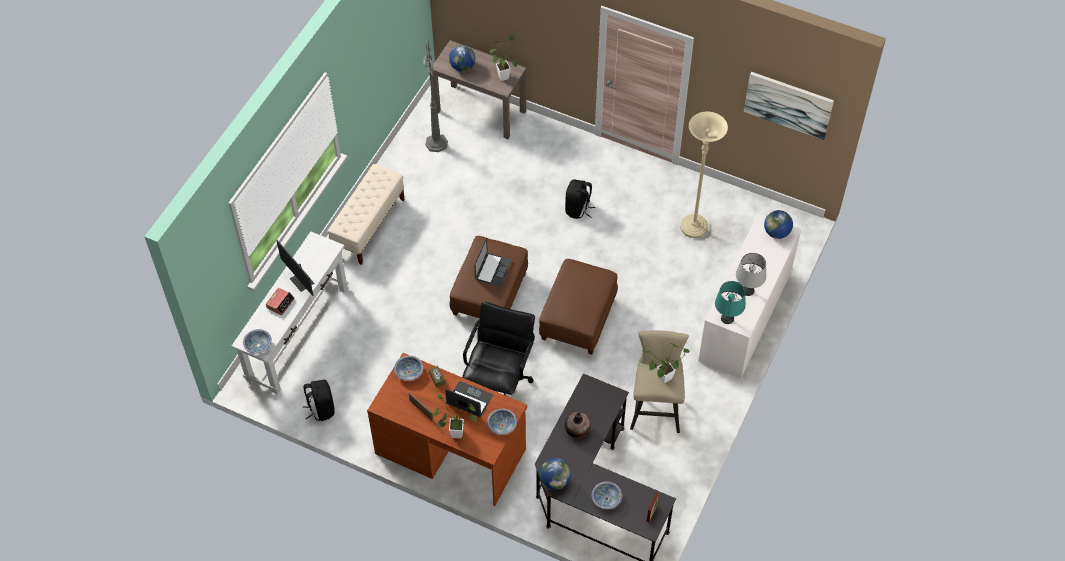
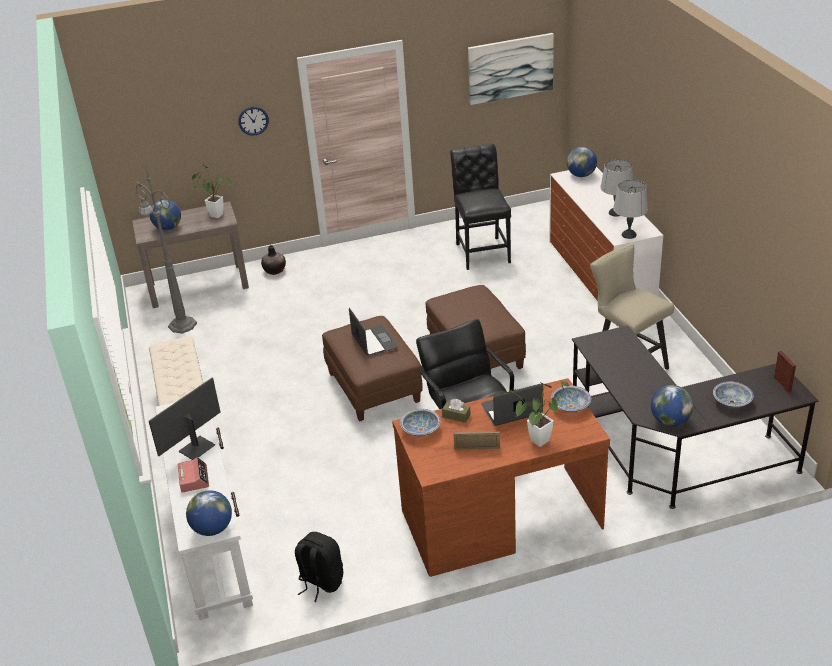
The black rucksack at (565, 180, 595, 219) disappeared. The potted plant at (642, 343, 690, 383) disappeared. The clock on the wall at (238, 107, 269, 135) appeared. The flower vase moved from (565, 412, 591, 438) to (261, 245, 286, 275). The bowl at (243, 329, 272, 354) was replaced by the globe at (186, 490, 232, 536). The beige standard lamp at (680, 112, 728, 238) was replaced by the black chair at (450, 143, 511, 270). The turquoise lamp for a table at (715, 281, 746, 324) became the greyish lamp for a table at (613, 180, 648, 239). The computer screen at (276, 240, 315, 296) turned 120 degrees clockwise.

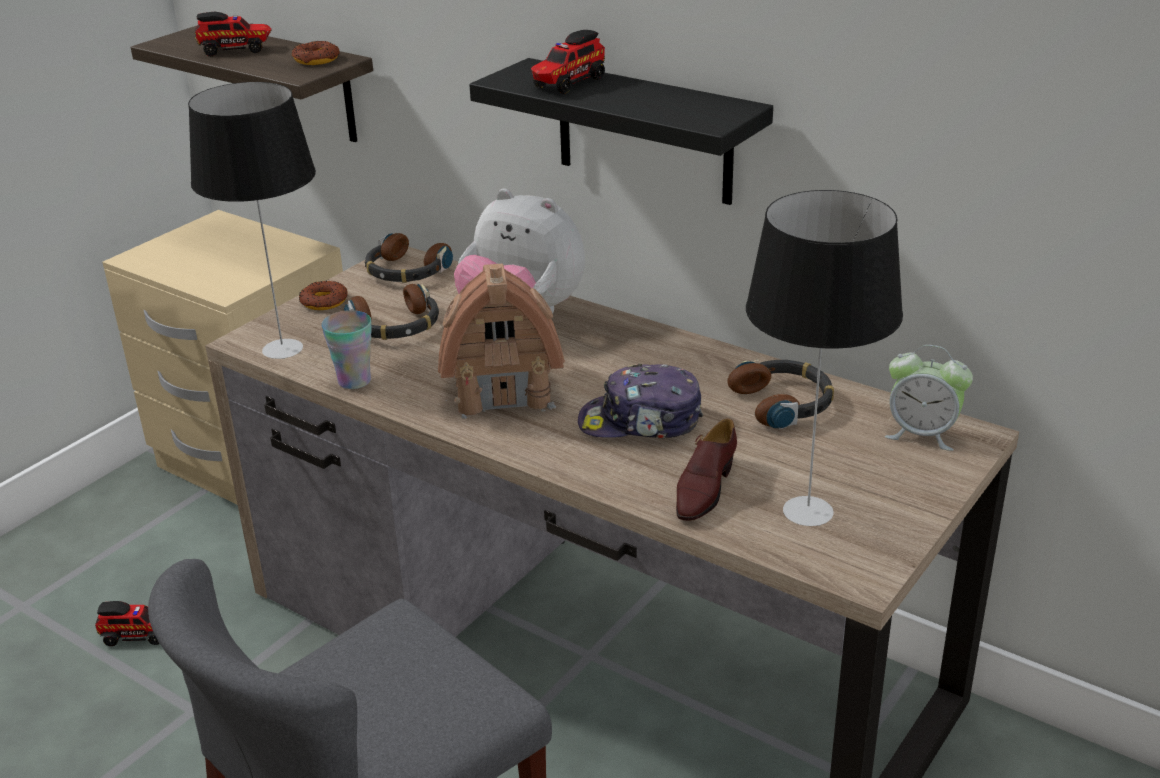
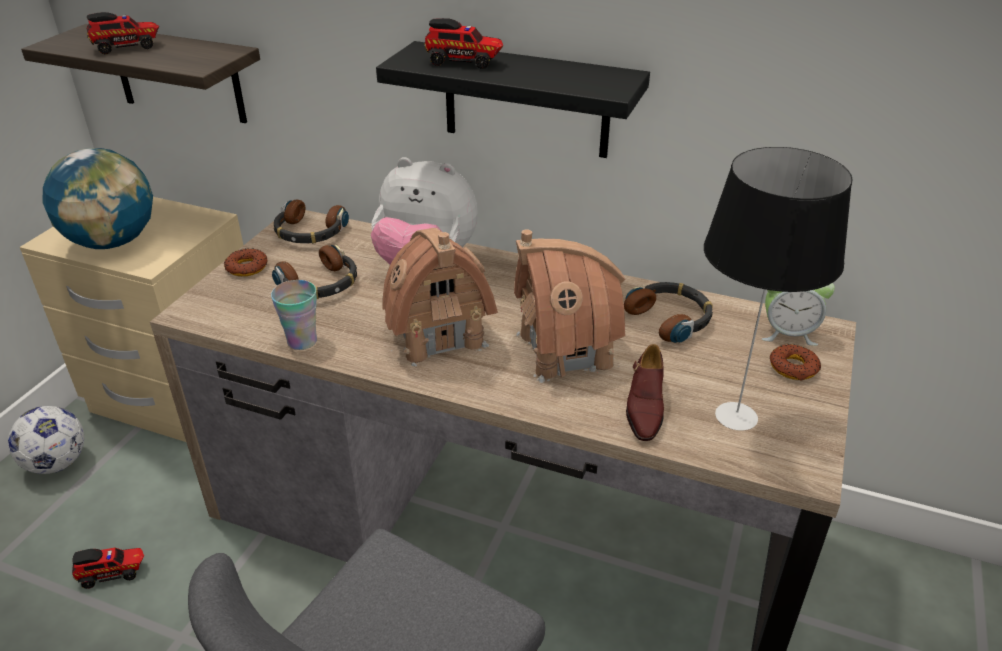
The lamp for a table at (188, 82, 316, 359) disappeared. The football ball at (8, 406, 84, 474) appeared. The globe at (42, 148, 153, 249) appeared. The donut moved from (292, 41, 340, 65) to (770, 344, 821, 380). The baseball cap at (578, 364, 703, 438) was replaced by the miniature house at (514, 229, 626, 383). The toy lorry at (531, 30, 605, 94) turned 105 degrees counterclockwise.

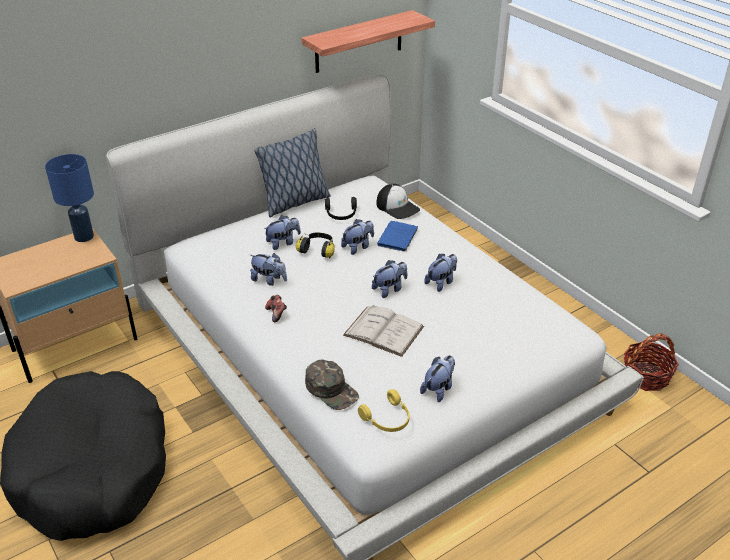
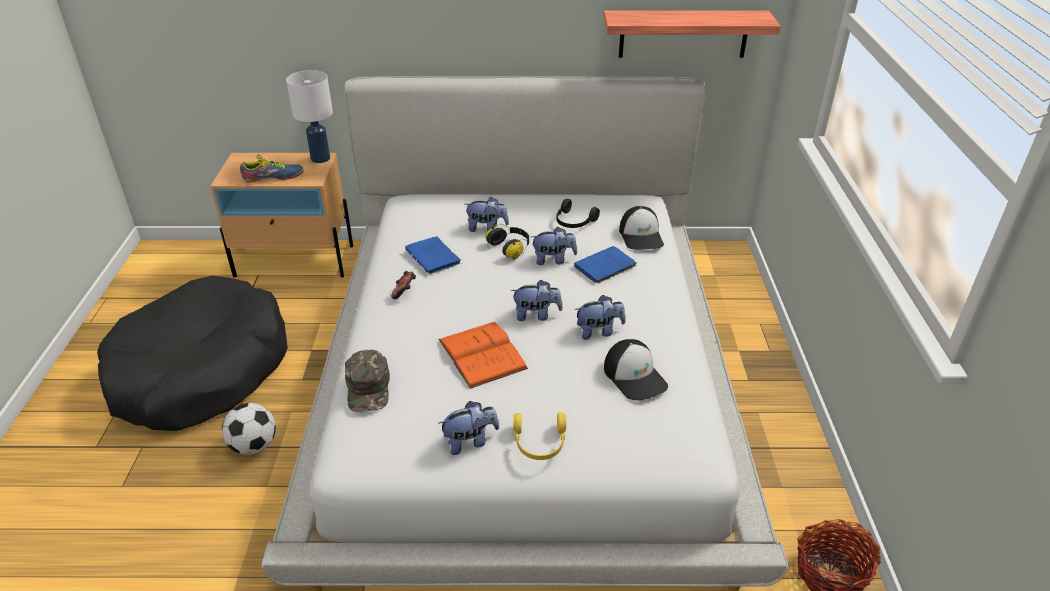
The throw pillow at (254, 128, 331, 217) disappeared. The football ball at (222, 403, 276, 455) appeared. The item of footwear at (240, 155, 304, 182) appeared. The baseball cap at (604, 339, 668, 400) appeared. The yellowish headset moved from (358, 389, 409, 432) to (513, 413, 566, 460). The soft toy at (250, 253, 287, 286) was replaced by the blue book at (405, 236, 461, 274). The blue lamp for a table at (45, 154, 94, 242) became the whitish lamp for a table at (286, 70, 333, 163). The whitish book at (343, 305, 424, 357) became the orange-coloured book at (439, 322, 528, 389).

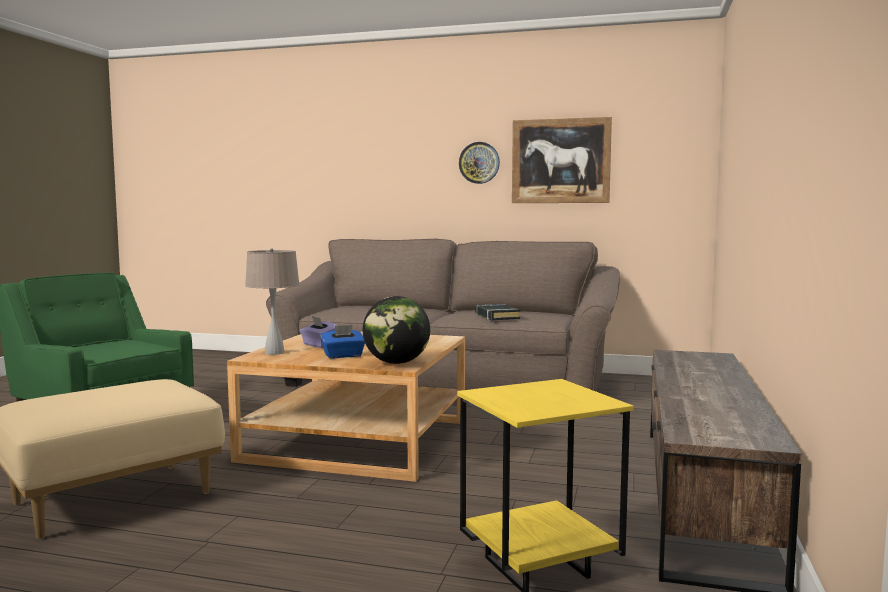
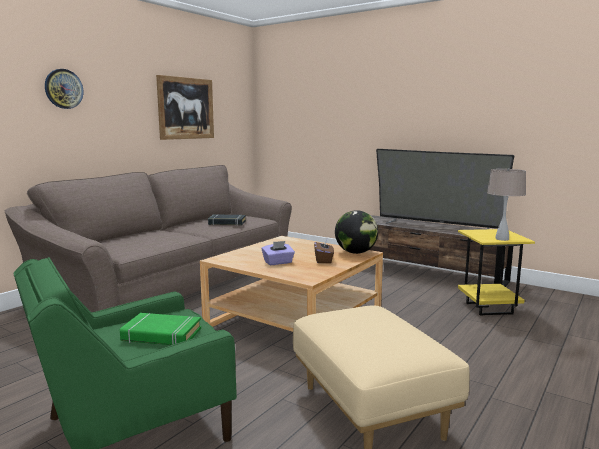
The green-coloured book at (120, 313, 201, 345) appeared. The TV at (376, 149, 514, 229) appeared. The beige lamp for a table moved from (245, 248, 300, 355) to (487, 168, 526, 241). The clock on the wall moved from (459, 142, 500, 184) to (45, 69, 83, 109). The blue box of tissues at (320, 325, 365, 358) became the brownish box of tissues at (314, 239, 334, 263).

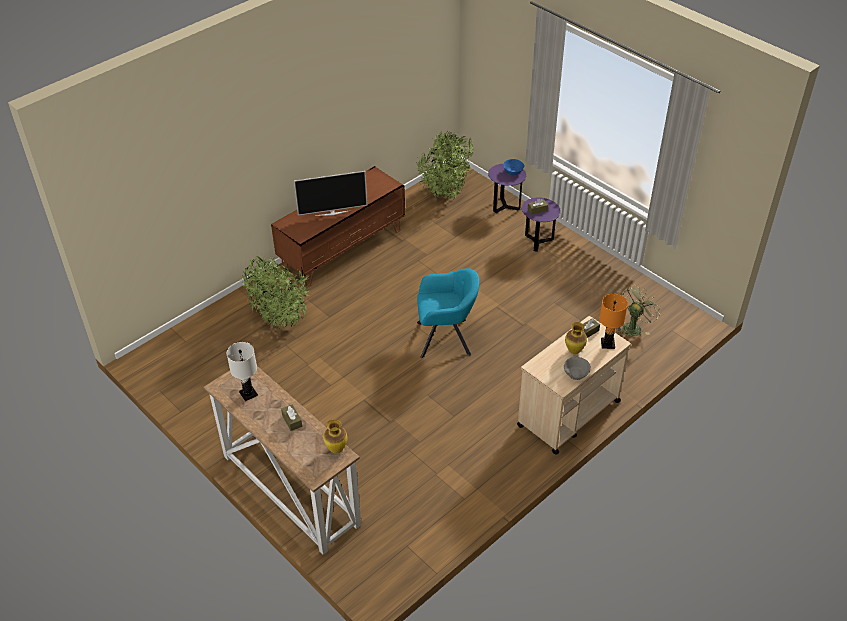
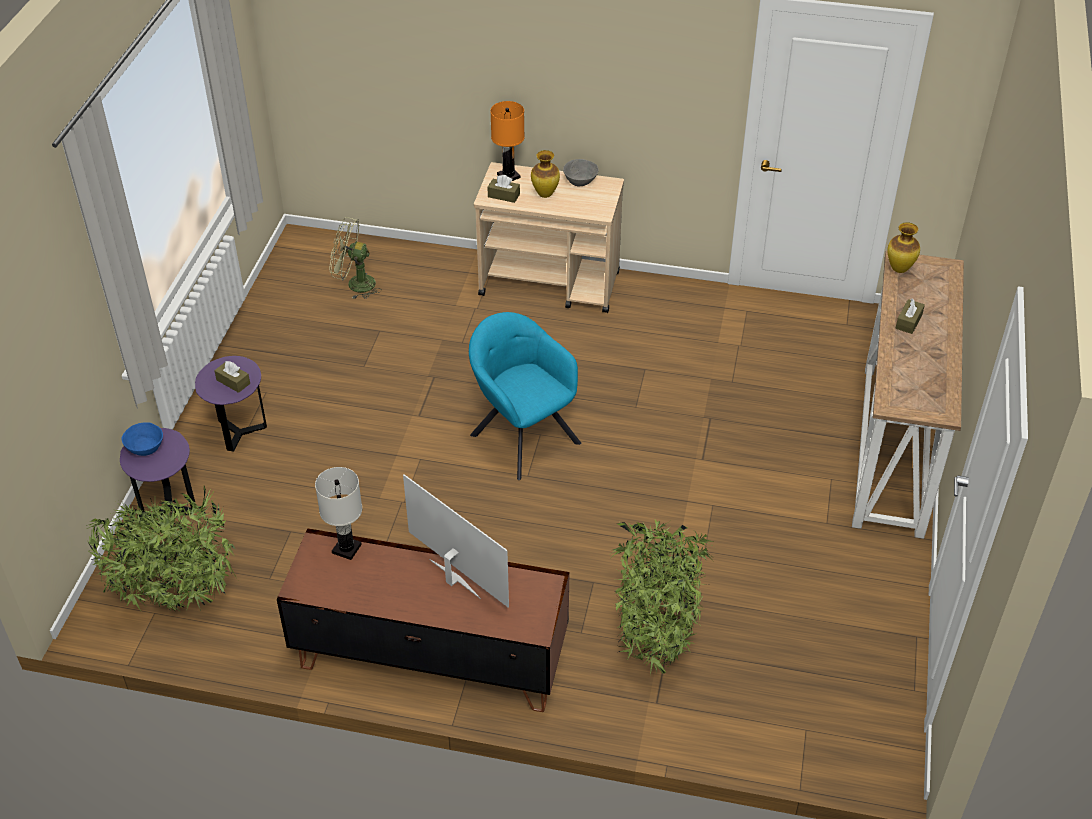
The whitish lamp for a table moved from (227, 342, 258, 401) to (315, 467, 362, 560).

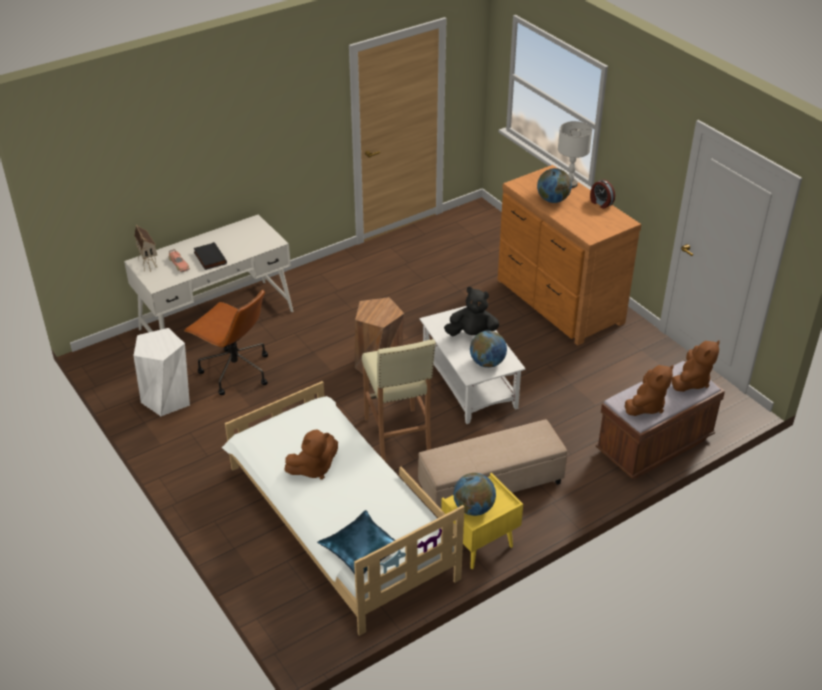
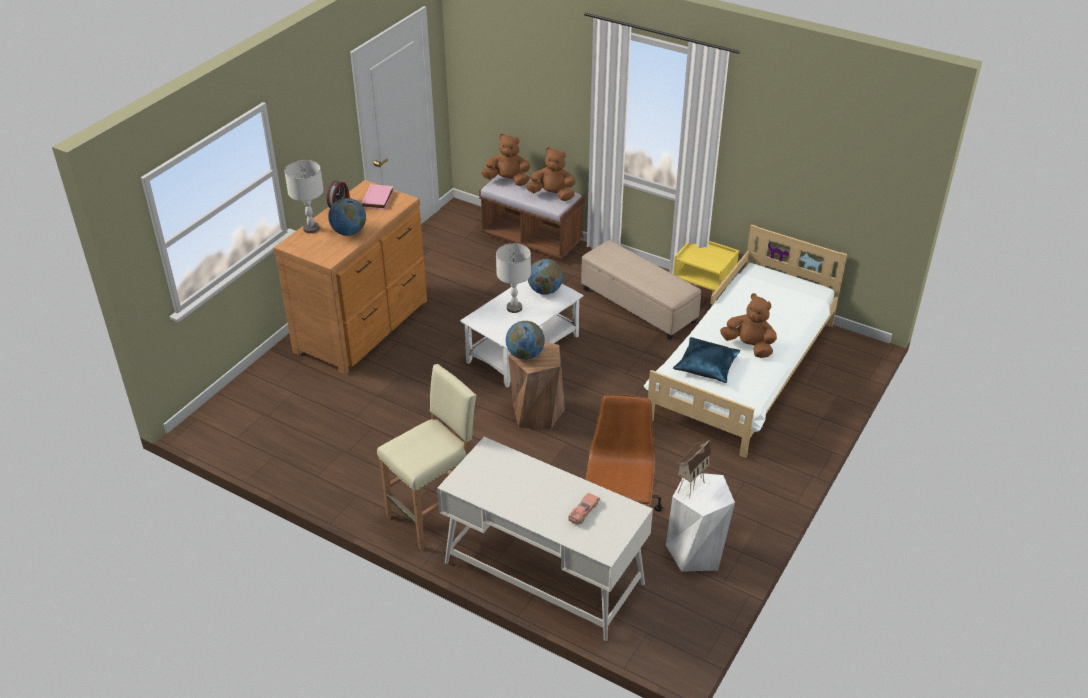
The black book at (193, 242, 227, 270) disappeared. The pink book at (361, 184, 394, 209) appeared. The miniature house moved from (134, 225, 157, 272) to (678, 440, 712, 499). The blue throw pillow moved from (317, 510, 402, 574) to (673, 337, 740, 383). The beige stool seat moved from (362, 339, 435, 462) to (377, 364, 476, 550). The globe moved from (453, 473, 496, 516) to (506, 321, 545, 360). The black soft toy at (444, 287, 499, 336) was replaced by the greyish lamp for a table at (496, 243, 531, 313).

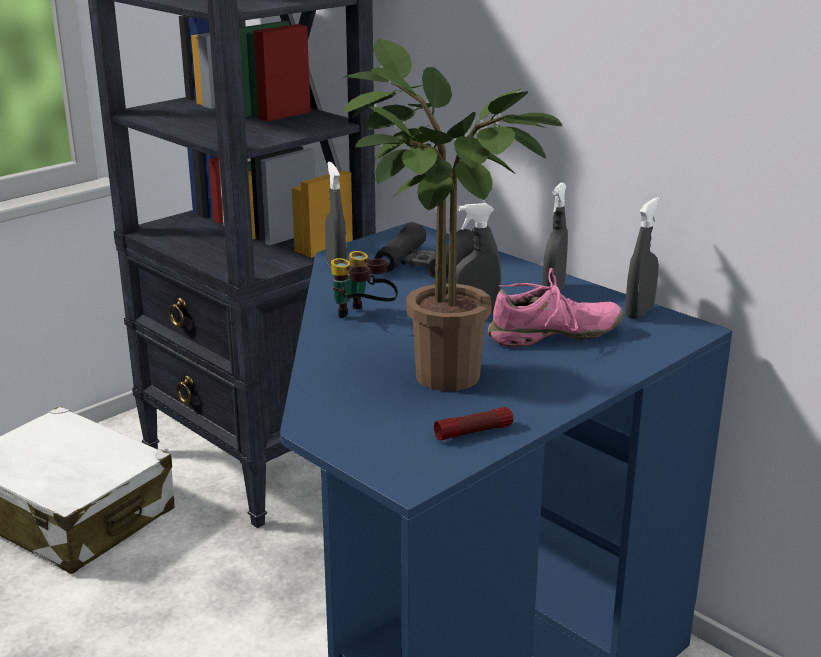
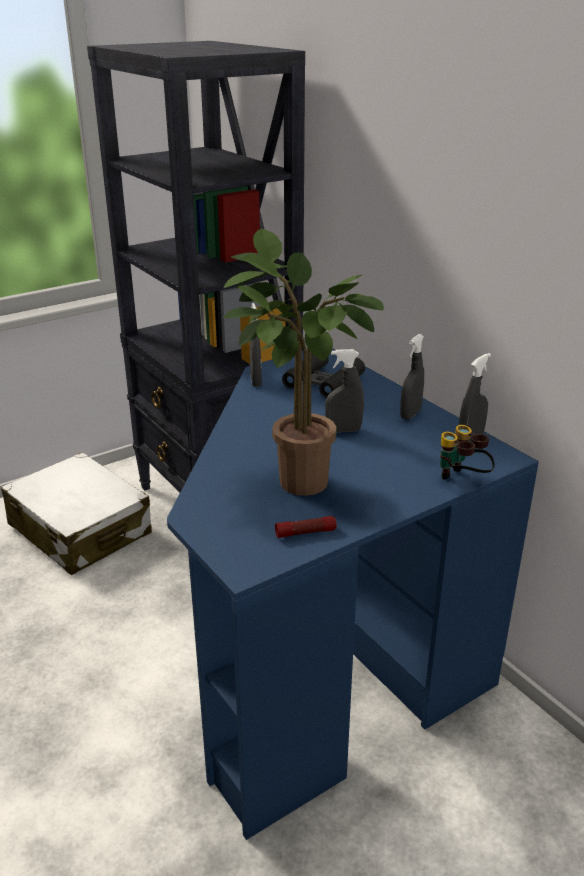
The pink item of footwear at (488, 268, 624, 347) disappeared. The pair of binoculars moved from (331, 251, 398, 318) to (440, 425, 495, 479).

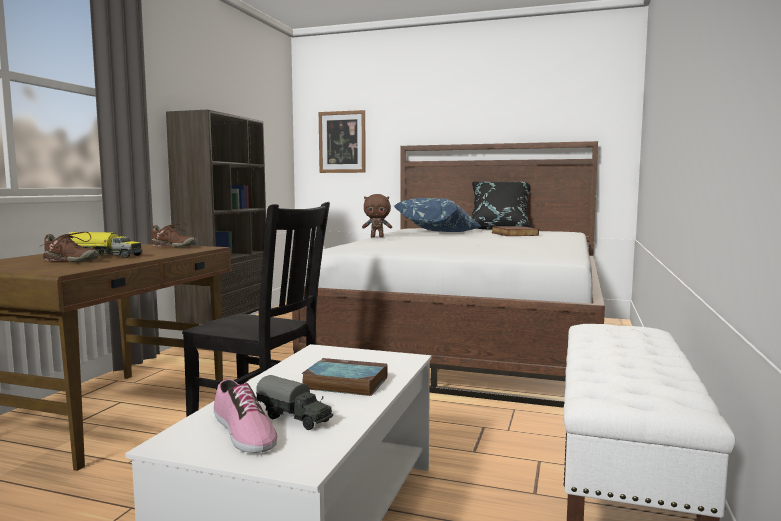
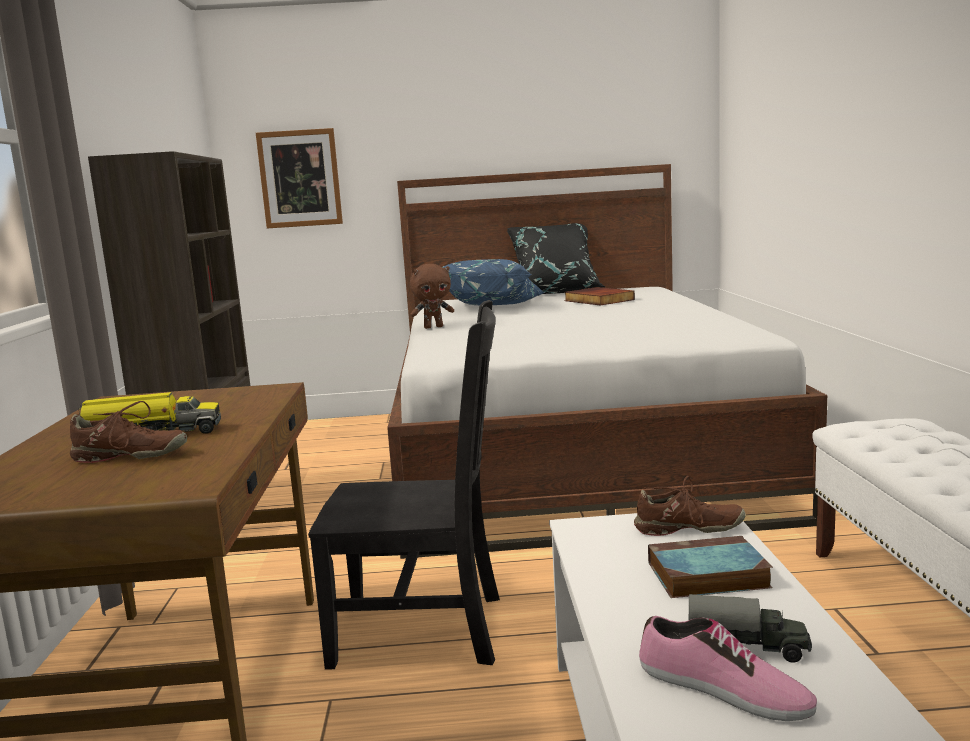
The brownish item of footwear moved from (150, 223, 196, 247) to (634, 476, 746, 536).

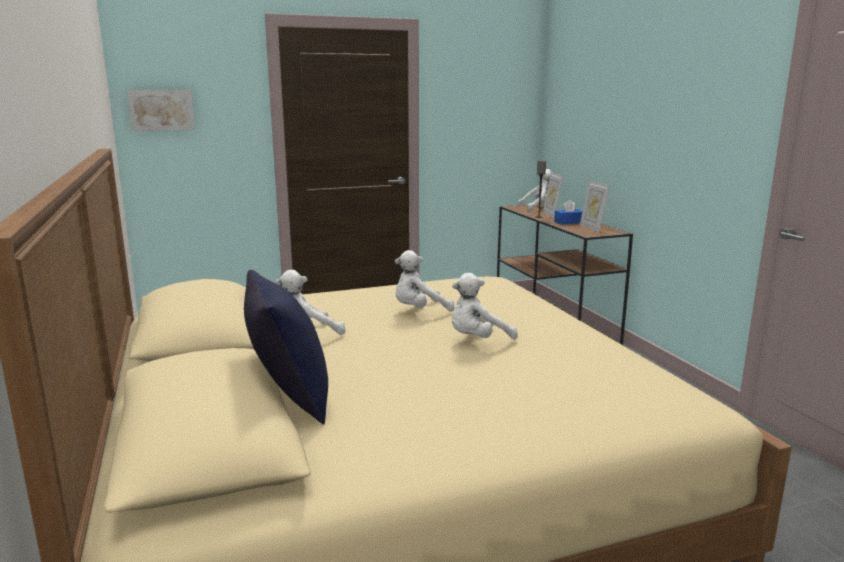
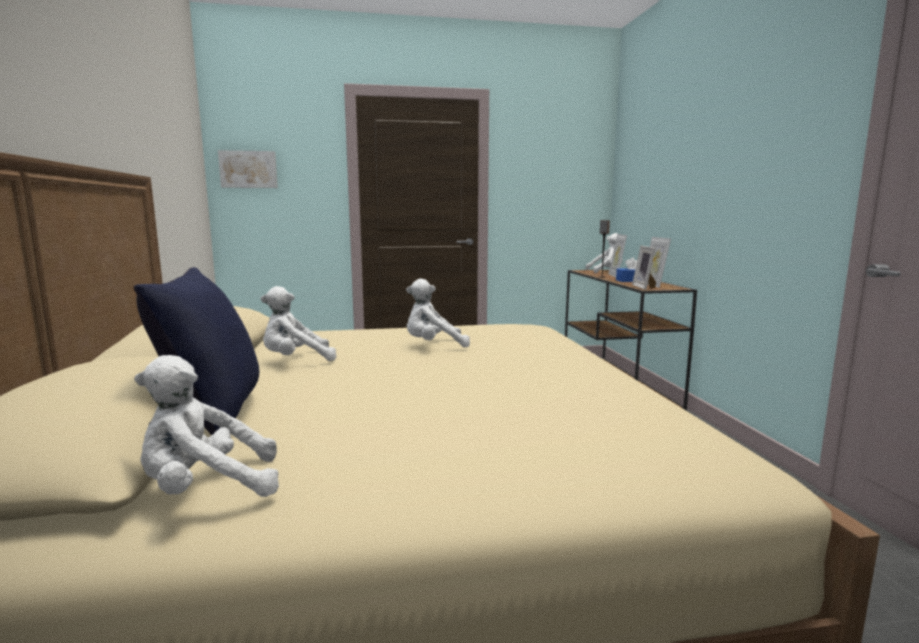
The photo frame at (632, 246, 656, 290) appeared. The whitish soft toy moved from (452, 273, 518, 340) to (134, 355, 279, 497).

